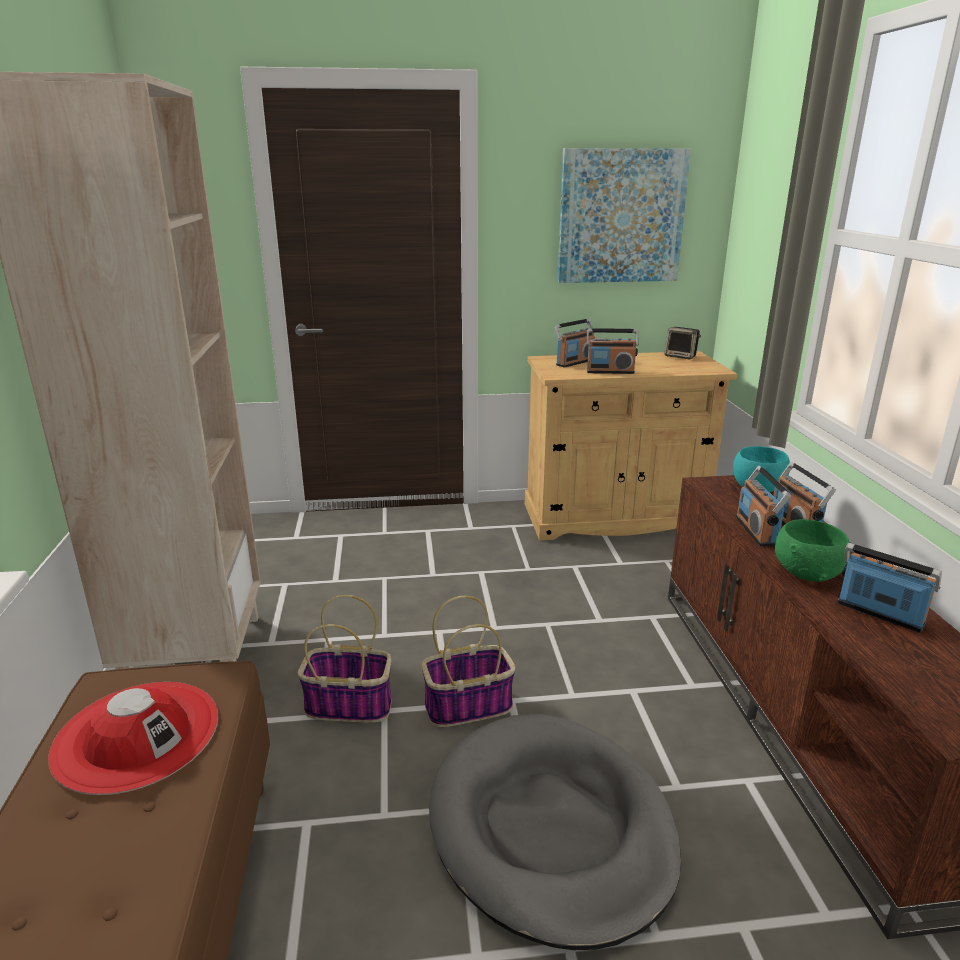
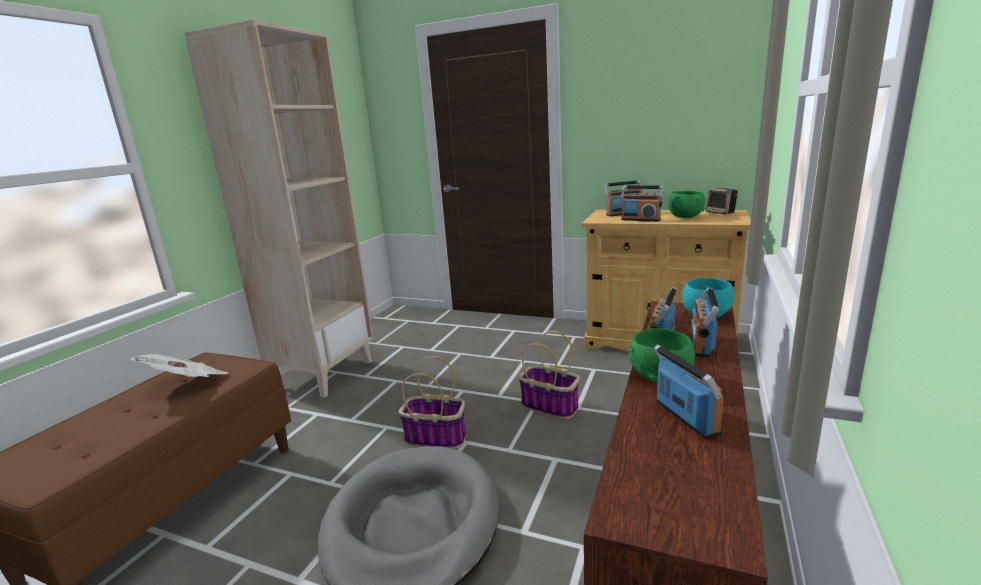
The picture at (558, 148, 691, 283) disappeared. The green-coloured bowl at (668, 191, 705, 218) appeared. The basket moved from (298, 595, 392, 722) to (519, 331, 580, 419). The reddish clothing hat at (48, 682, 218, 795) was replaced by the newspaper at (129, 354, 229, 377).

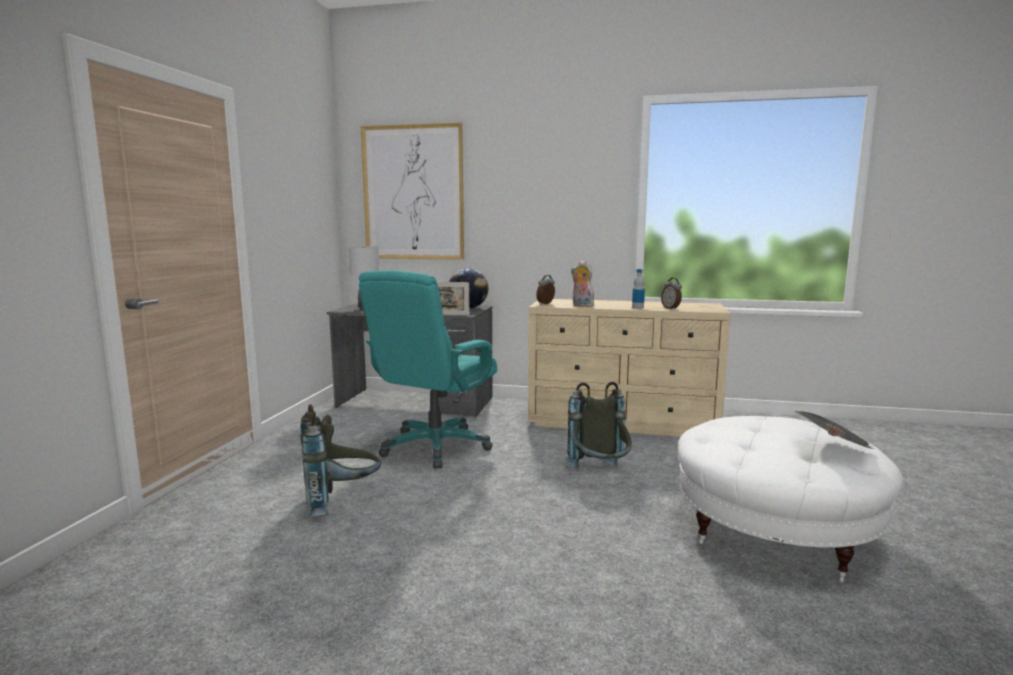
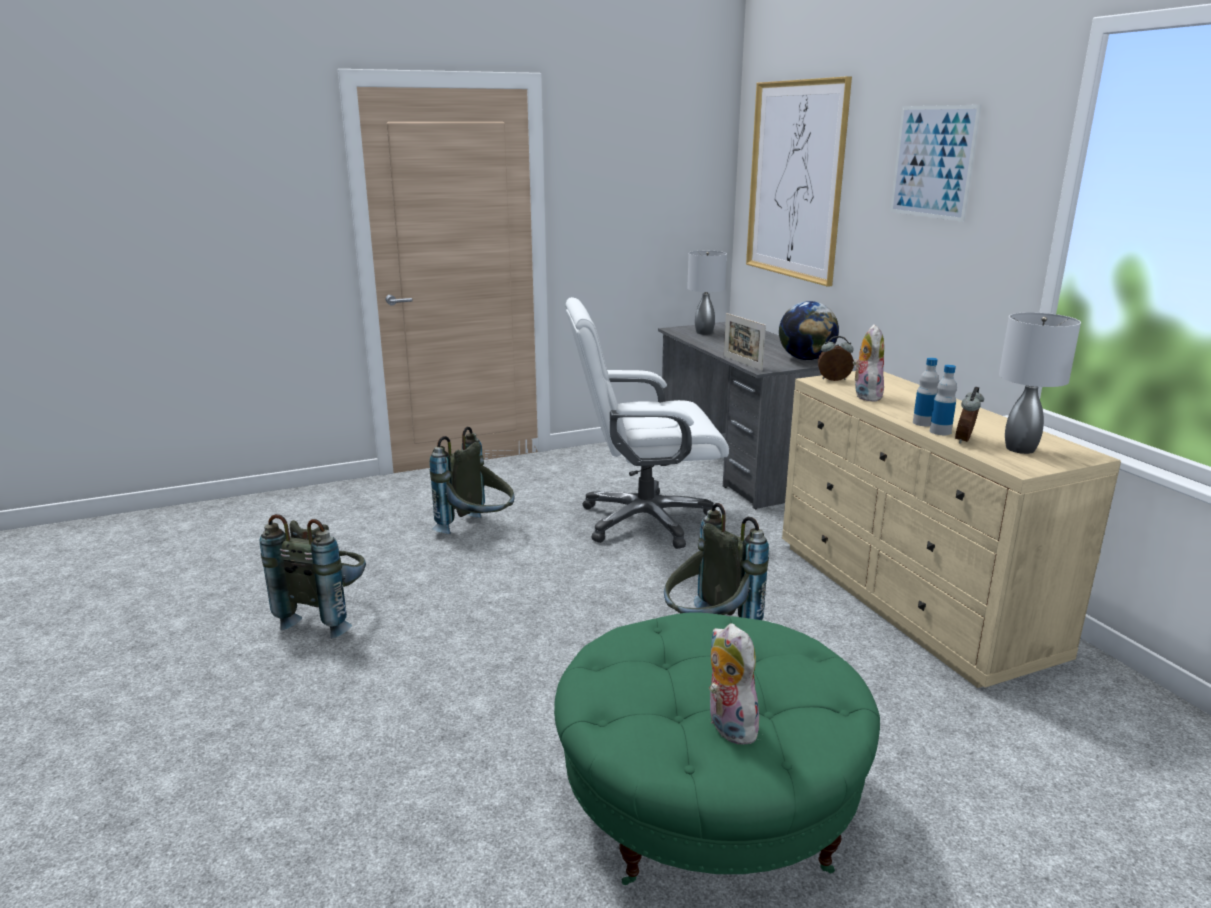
The greyish rucksack at (260, 514, 366, 639) appeared. The picture at (890, 105, 981, 222) appeared. The bottle at (930, 365, 957, 435) appeared. The greyish lamp for a table at (999, 312, 1081, 454) appeared. The newspaper at (794, 411, 874, 449) was replaced by the soft toy at (709, 623, 759, 744). The turquoise computer chair at (359, 270, 497, 469) became the whitish computer chair at (566, 297, 729, 549). The whitish pouffe at (678, 416, 903, 582) became the green-coloured pouffe at (554, 612, 880, 885).

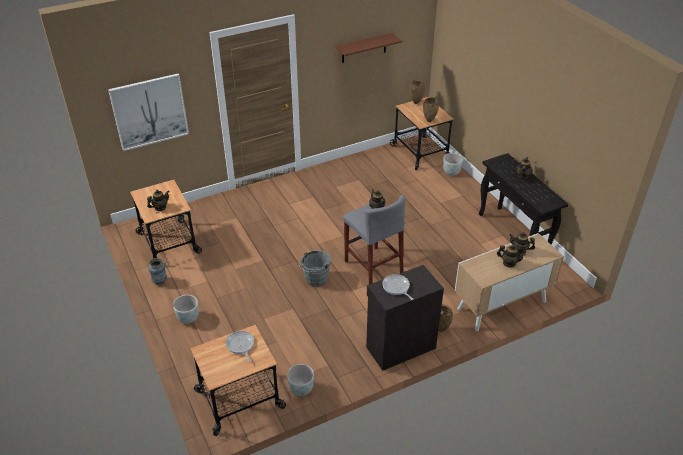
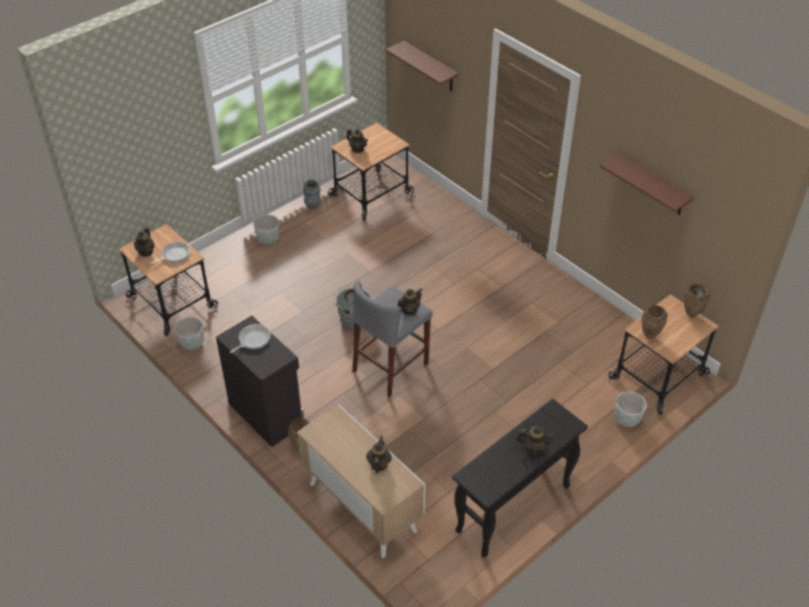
The pot for tea moved from (497, 245, 526, 268) to (134, 227, 155, 257). The picture at (108, 73, 189, 151) was replaced by the brownish shelf at (386, 41, 459, 91).

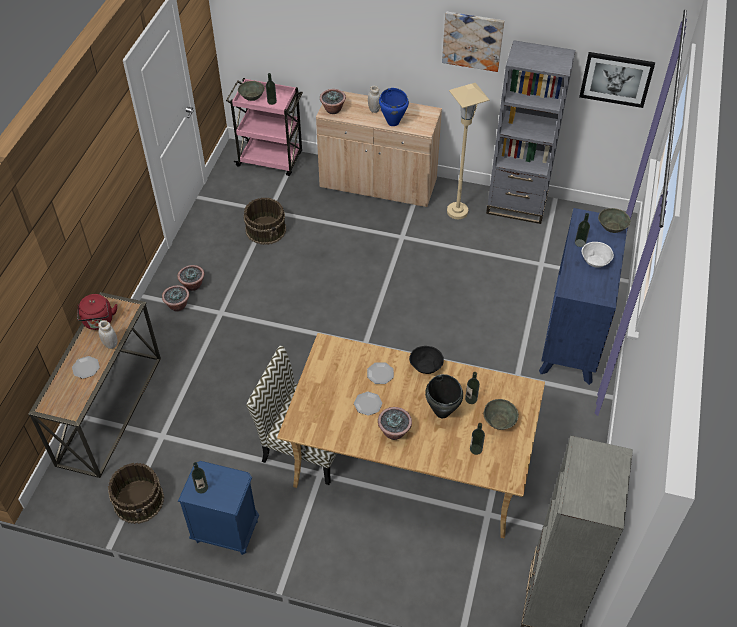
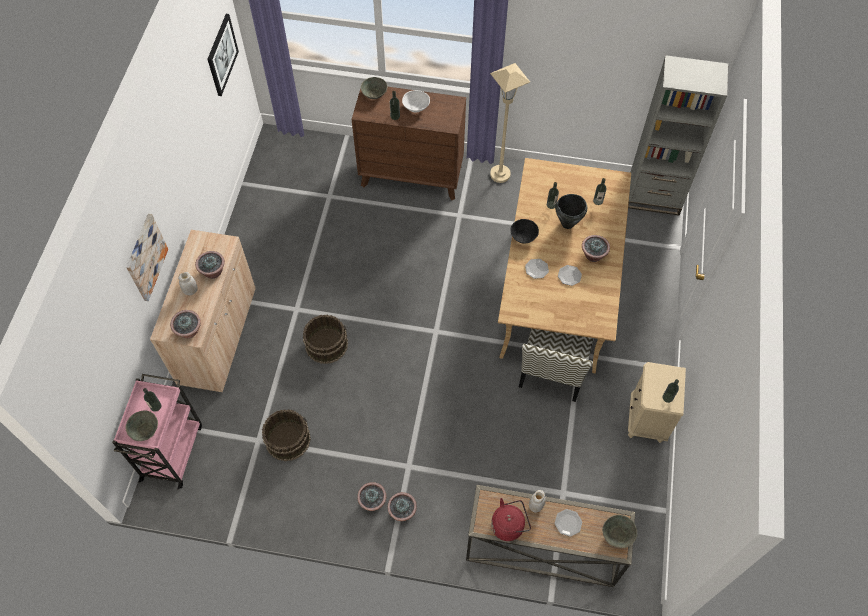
The greyish bookshelf at (486, 40, 576, 224) disappeared. The brownish water bucket moved from (108, 463, 164, 524) to (303, 314, 348, 364). The picture moved from (442, 12, 504, 72) to (126, 213, 168, 301). The beige standard lamp moved from (447, 83, 490, 219) to (490, 63, 530, 183). The greyish bowl moved from (484, 399, 519, 430) to (602, 515, 637, 548). The blue saucepot at (379, 88, 409, 126) was replaced by the potted plant at (195, 251, 225, 279). The blue night table at (178, 461, 259, 555) became the beige night table at (628, 362, 686, 443). The blue dresser at (539, 208, 627, 385) became the brownish dresser at (351, 87, 466, 200).

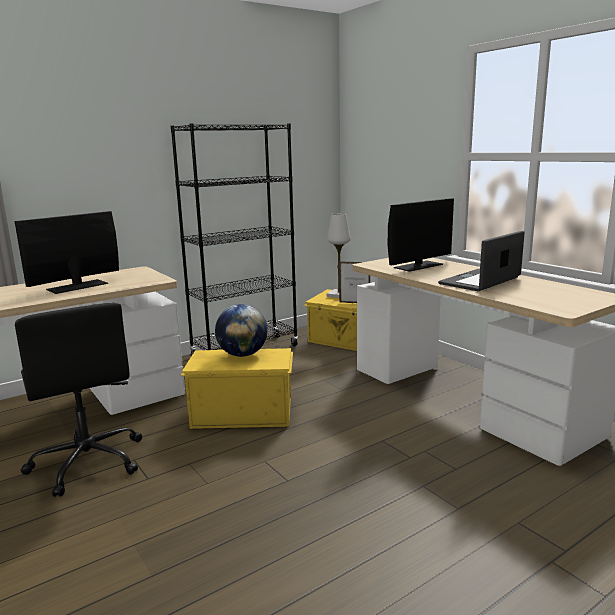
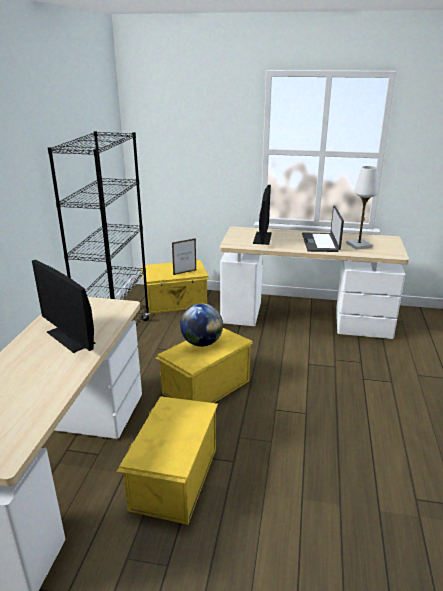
The whitish lamp for a table moved from (327, 213, 351, 298) to (346, 166, 378, 250). The black computer chair at (15, 303, 142, 497) was replaced by the yellowish storage box at (117, 396, 218, 525). The computer screen at (15, 211, 119, 294) turned 45 degrees counterclockwise.

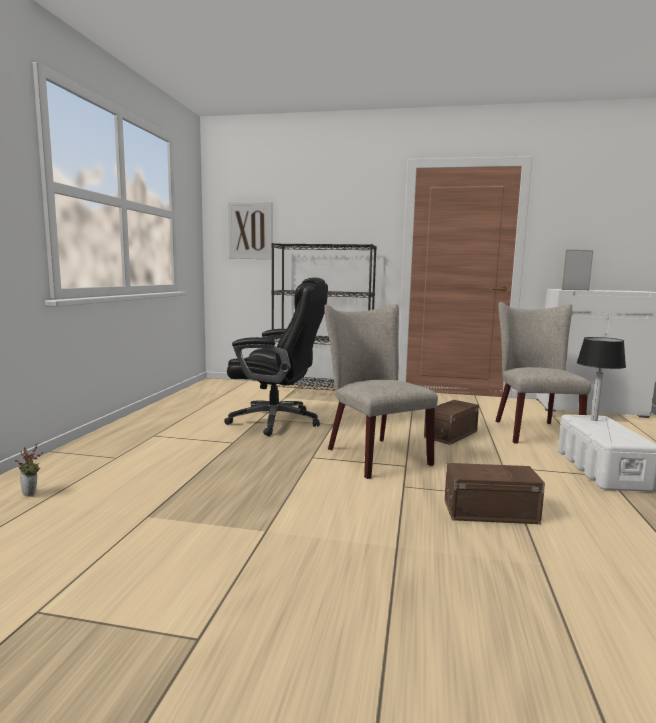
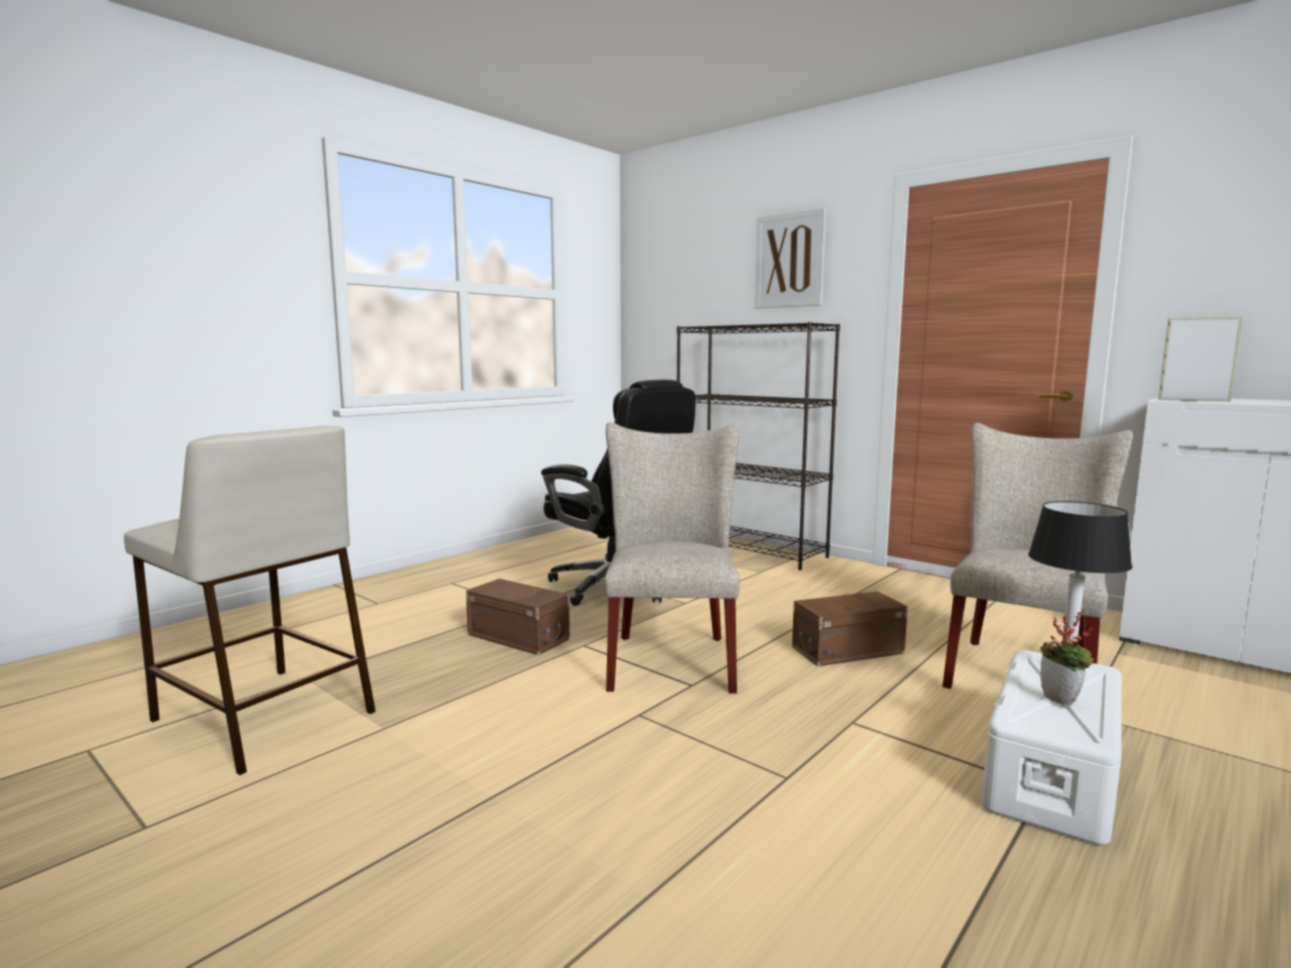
The beige stool seat at (124, 426, 376, 775) appeared. The potted plant moved from (15, 443, 43, 497) to (1041, 610, 1094, 706). The picture moved from (228, 202, 273, 259) to (755, 207, 826, 309). The brownish storage box moved from (445, 463, 545, 524) to (466, 579, 570, 655).

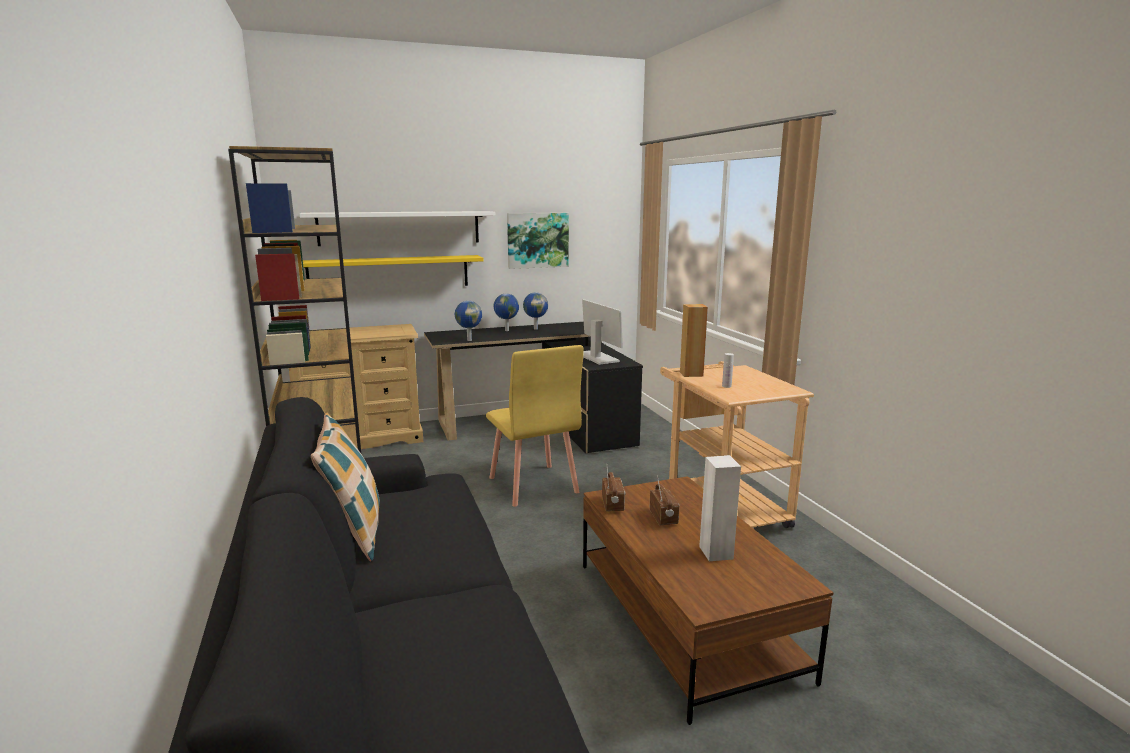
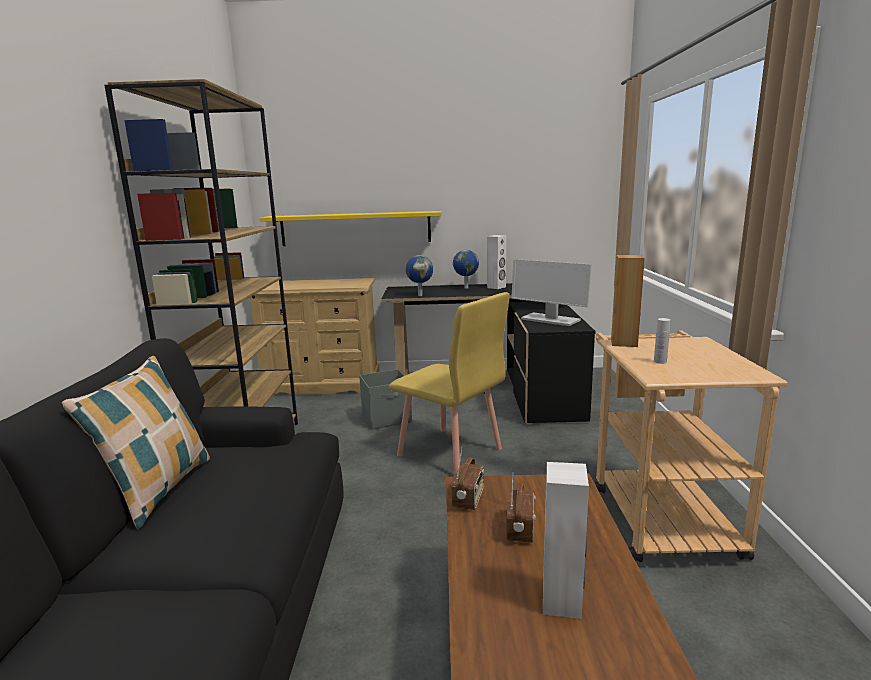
The whitish shelf at (300, 211, 495, 246) disappeared. The picture at (507, 213, 569, 269) disappeared. The greyish storage box at (359, 369, 412, 430) appeared. The globe at (523, 292, 548, 330) was replaced by the whitish loudspeaker at (487, 235, 506, 289). The yellowish chair at (486, 345, 584, 507) turned 45 degrees counterclockwise. The computer screen at (582, 299, 623, 365) turned 135 degrees clockwise.

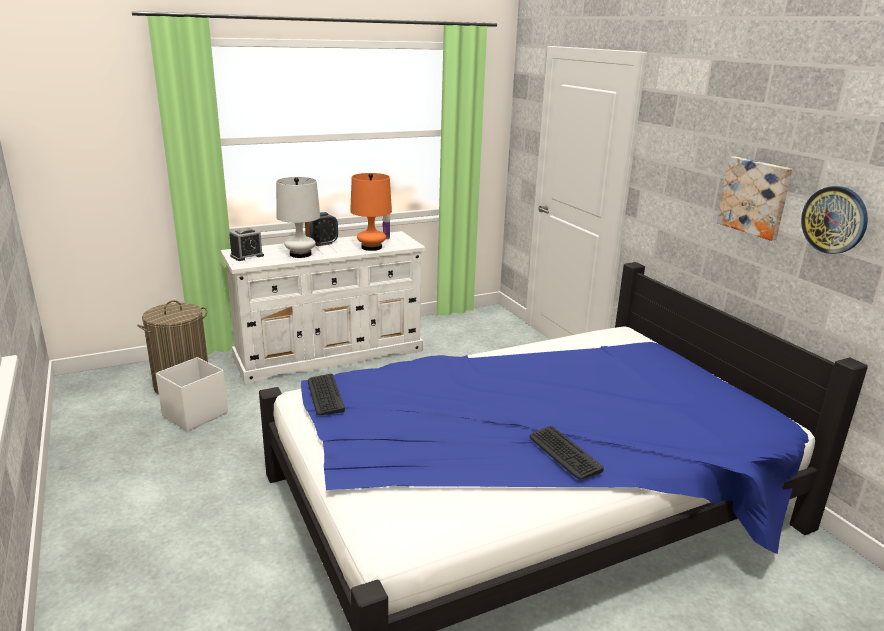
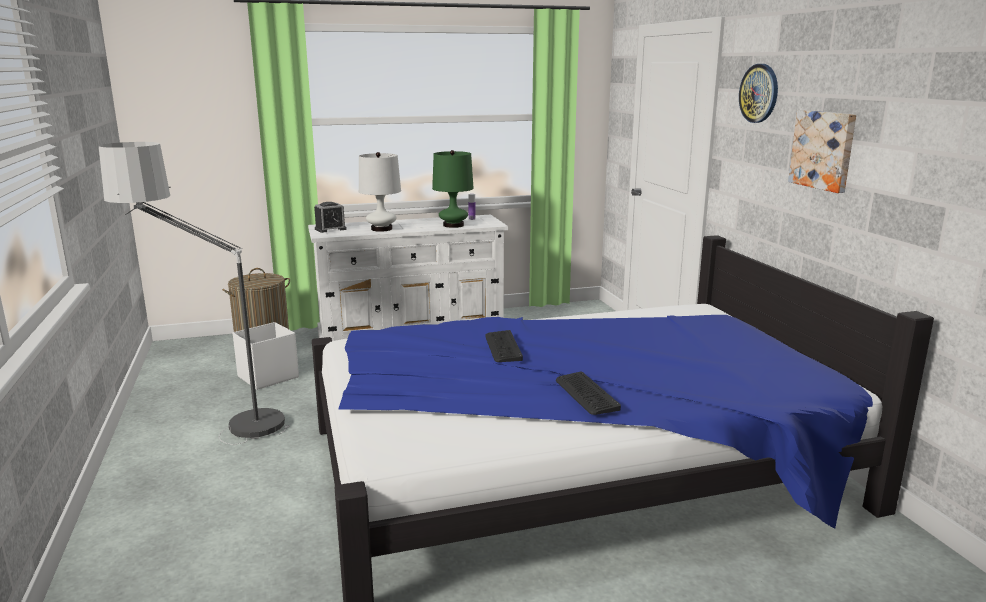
The alarm clock at (305, 212, 338, 246) disappeared. The standard lamp at (98, 142, 289, 445) appeared. The keyboard moved from (308, 374, 345, 415) to (485, 330, 523, 362). The clock on the wall moved from (801, 186, 868, 254) to (739, 64, 778, 123). The orange-coloured lamp for a table at (350, 173, 392, 251) became the green-coloured lamp for a table at (432, 150, 474, 228).

